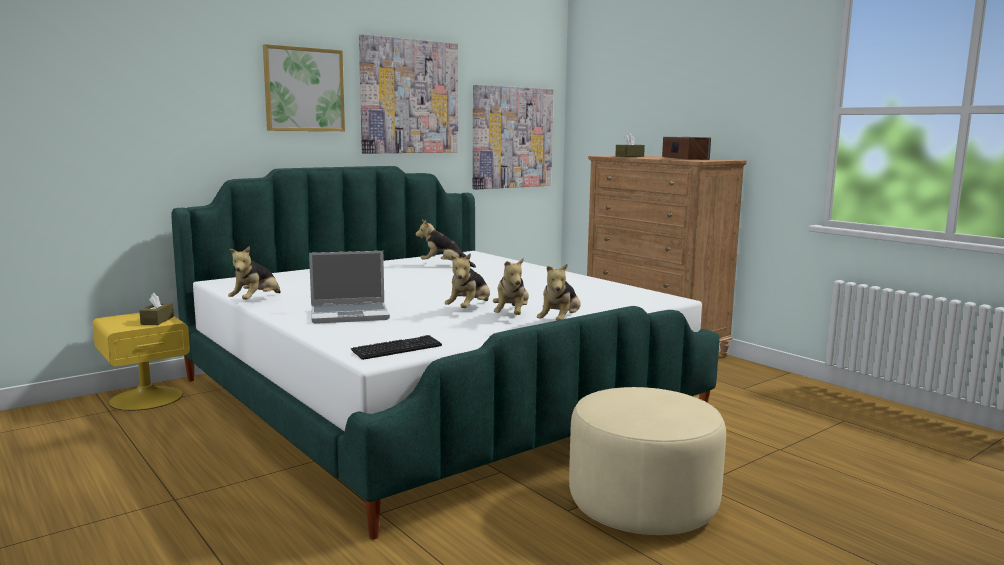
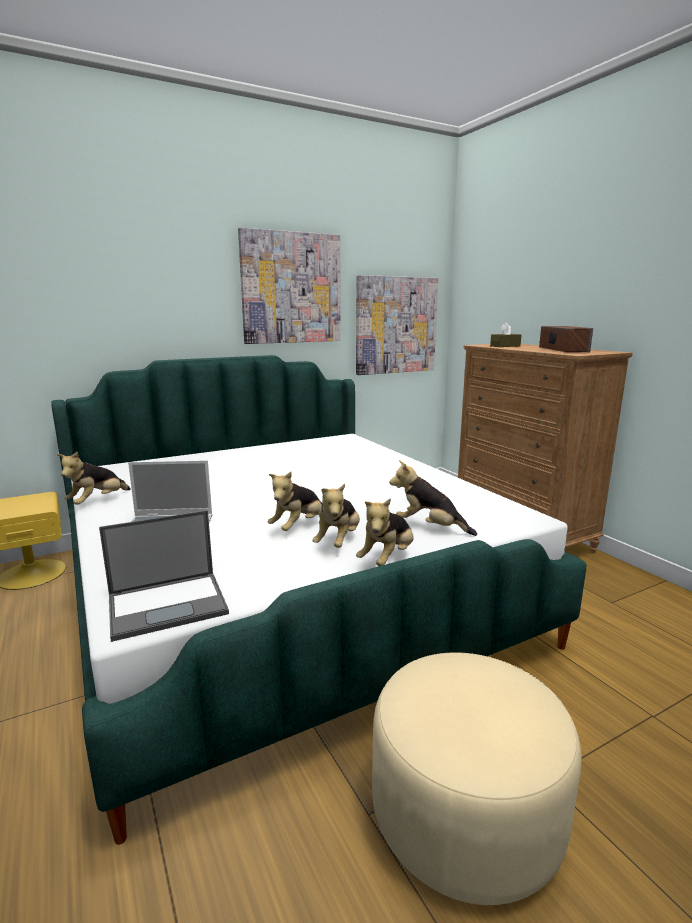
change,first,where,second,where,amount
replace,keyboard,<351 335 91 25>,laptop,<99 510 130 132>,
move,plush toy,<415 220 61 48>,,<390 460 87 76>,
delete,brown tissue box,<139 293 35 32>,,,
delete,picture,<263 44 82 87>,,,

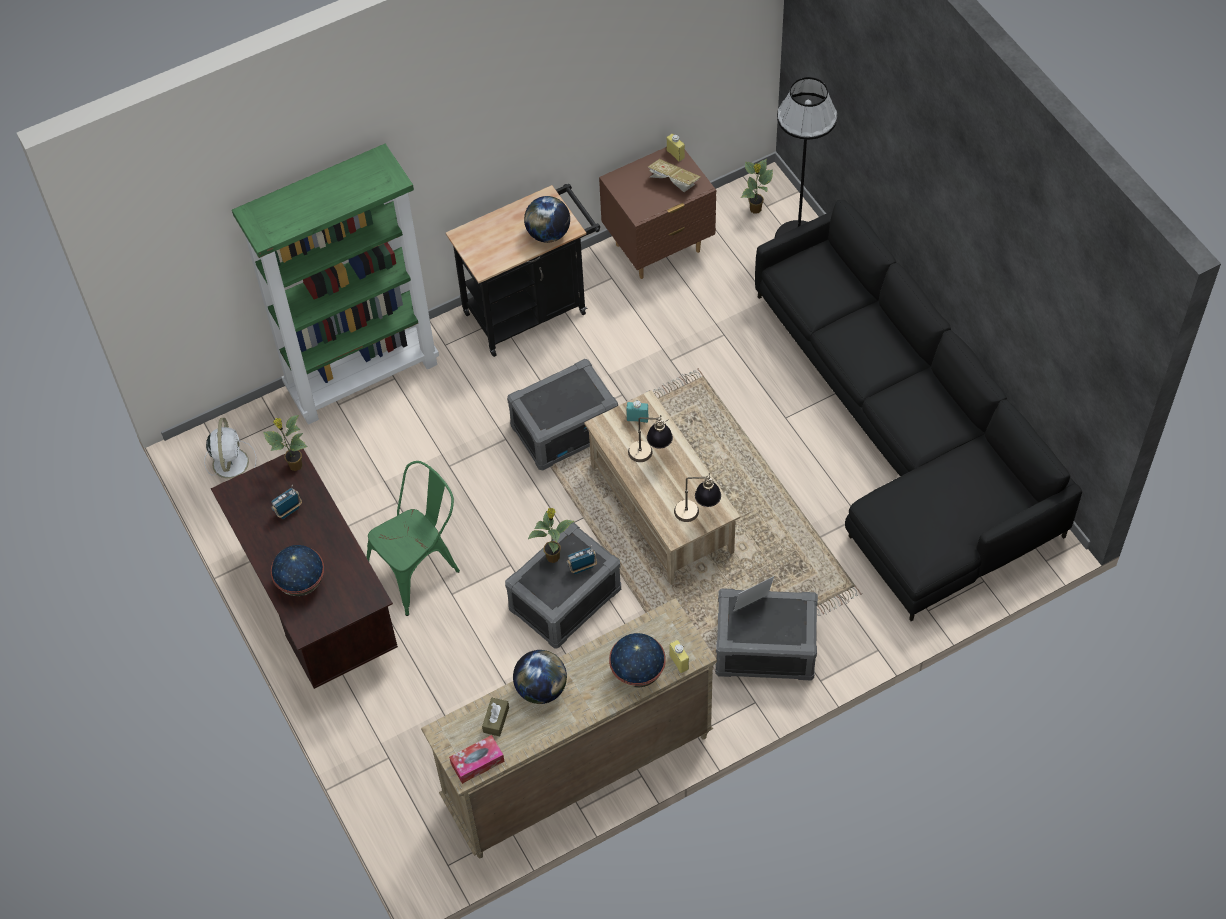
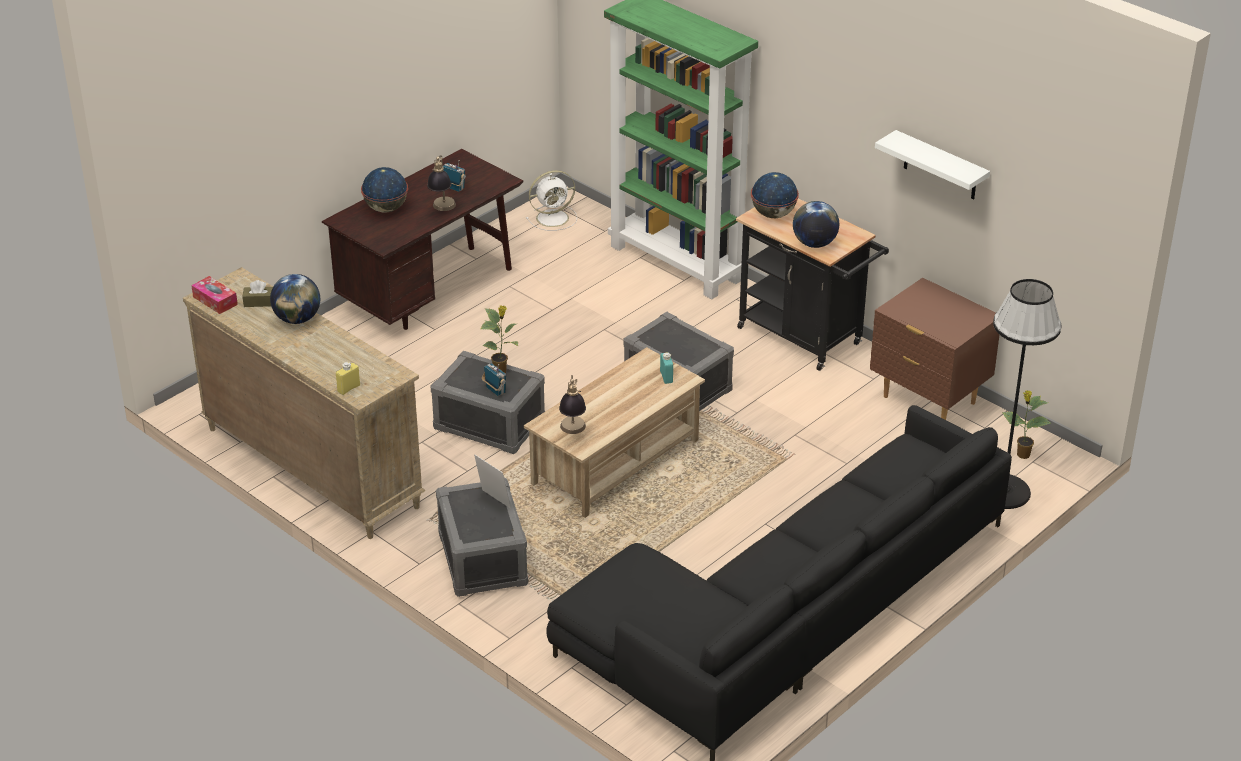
change,first,where,second,where,amount
move,table lamp,<628 415 45 47>,,<427 155 29 56>,
move,globe,<609 633 57 54>,,<751 172 48 46>,
insert,,,white shelf,<875 130 115 70>,
delete,potted plant,<263 415 45 56>,,,
delete,green chair,<367 461 93 155>,,,
delete,book,<648 159 53 33>,,,
delete,yellow bottle,<667 133 18 29>,,,

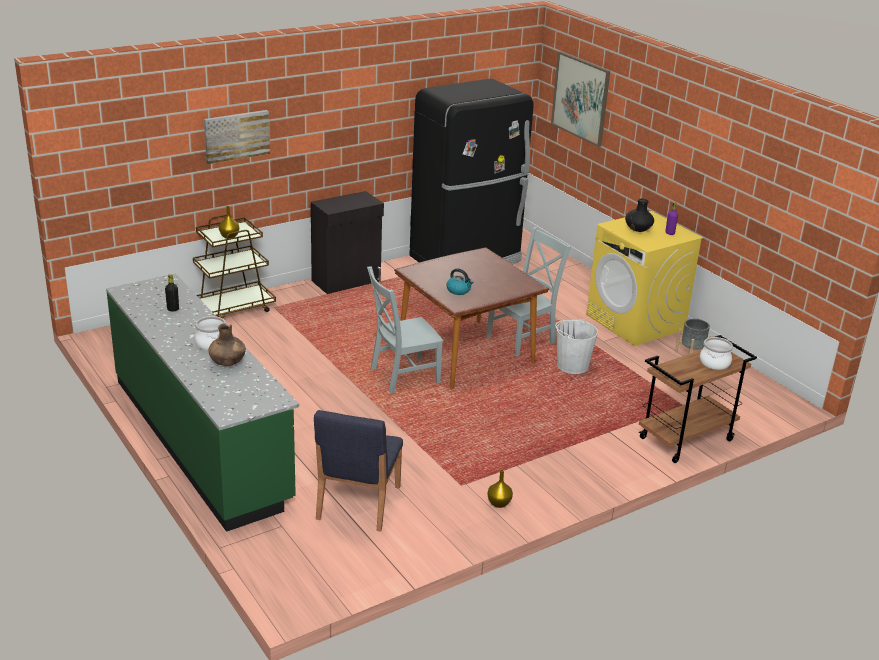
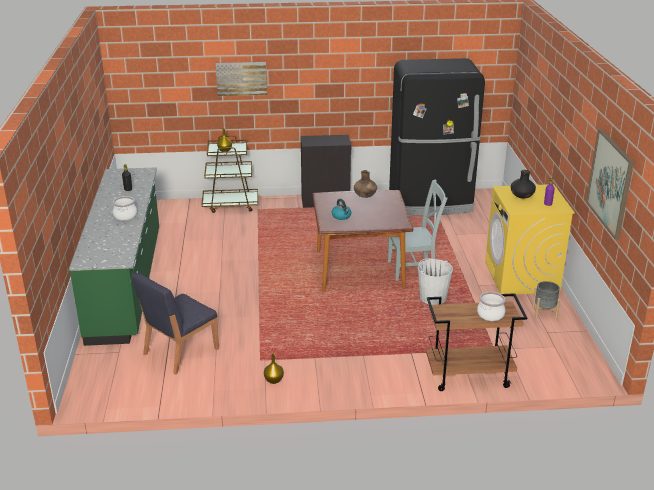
change,first,where,second,where,amount
move,brown vase,<209 323 37 43>,,<354 170 23 28>,
move,picture,<551 51 59 96>,,<586 129 48 111>,
delete,grey chair,<367 267 76 126>,,,

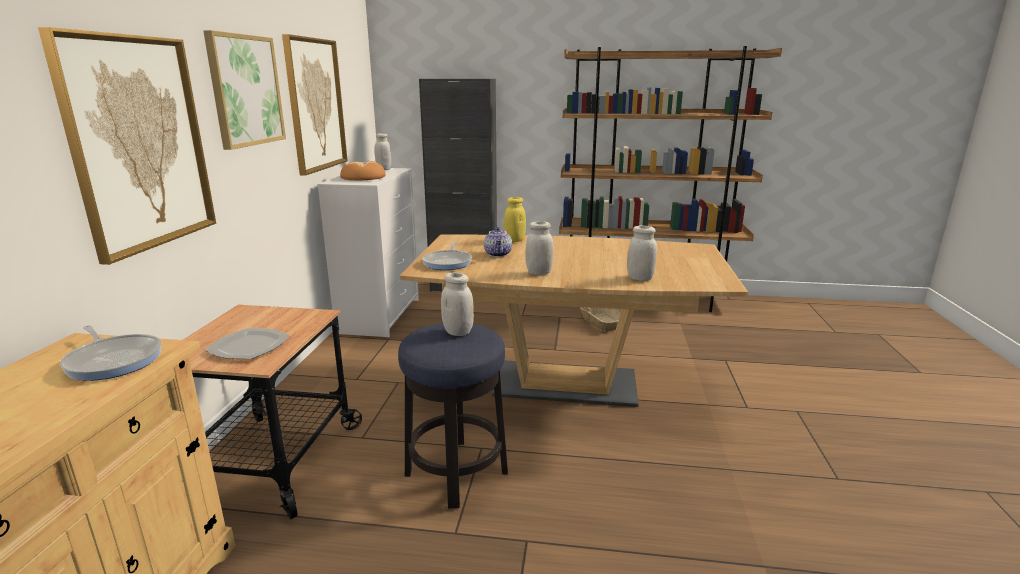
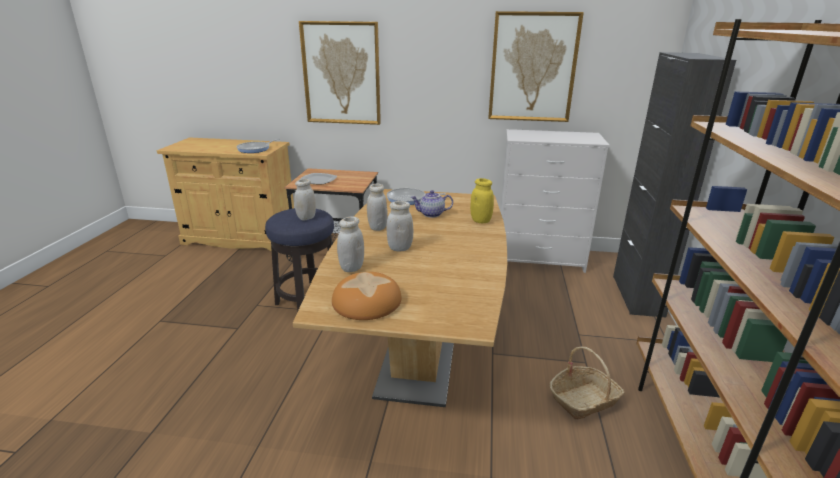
change,first,where,second,where,amount
move,bread,<340 161 46 19>,,<332 272 69 48>,
move,white jar,<374 133 17 37>,,<386 201 27 50>,
delete,picture,<203 30 83 120>,,,

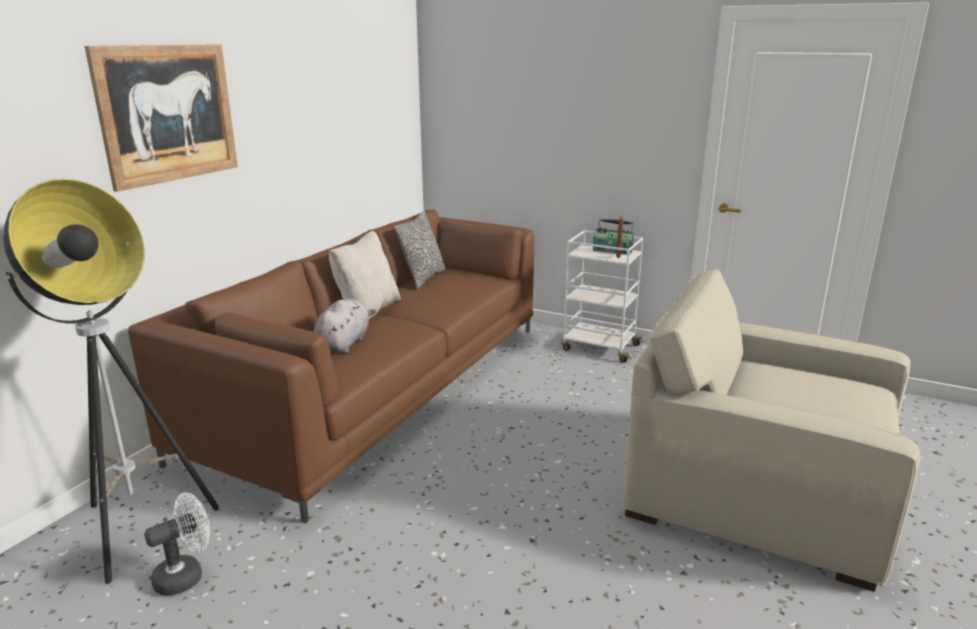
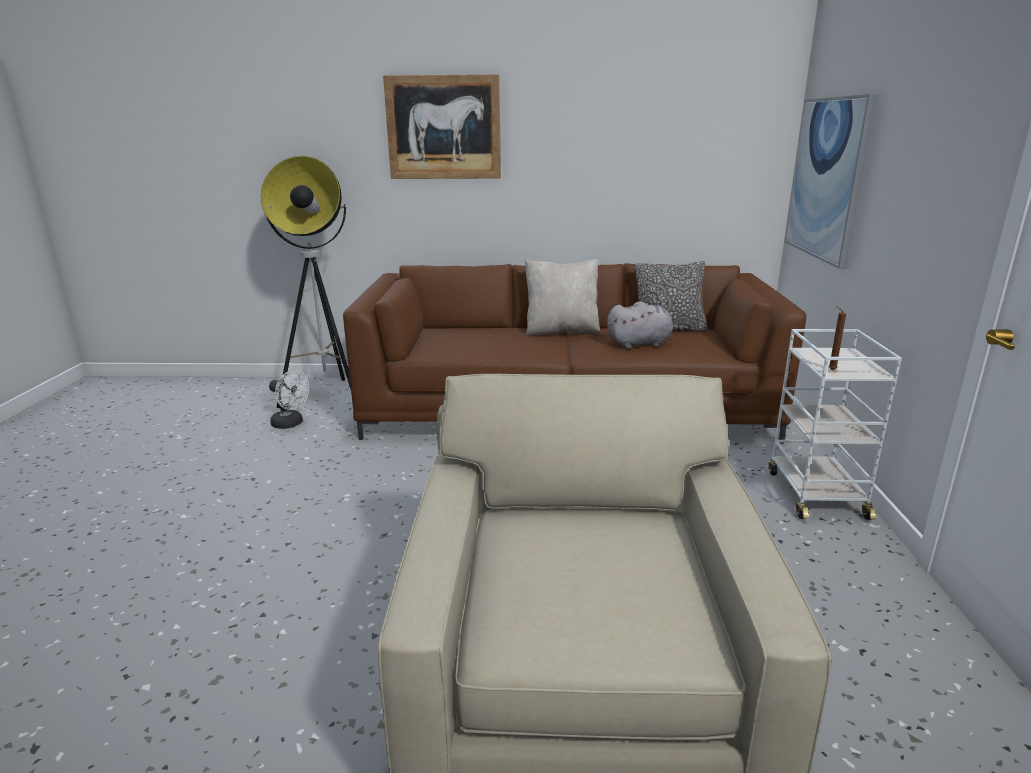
change,first,where,second,where,amount
move,grey plush toy,<314 298 62 55>,,<607 301 81 48>,
insert,,,picture,<785 94 92 175>,
delete,radio,<593 219 41 36>,,,

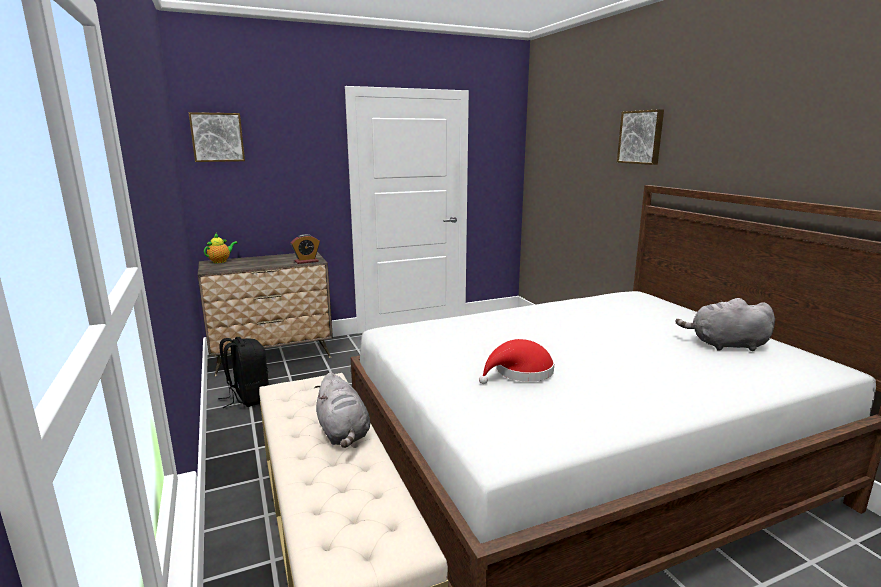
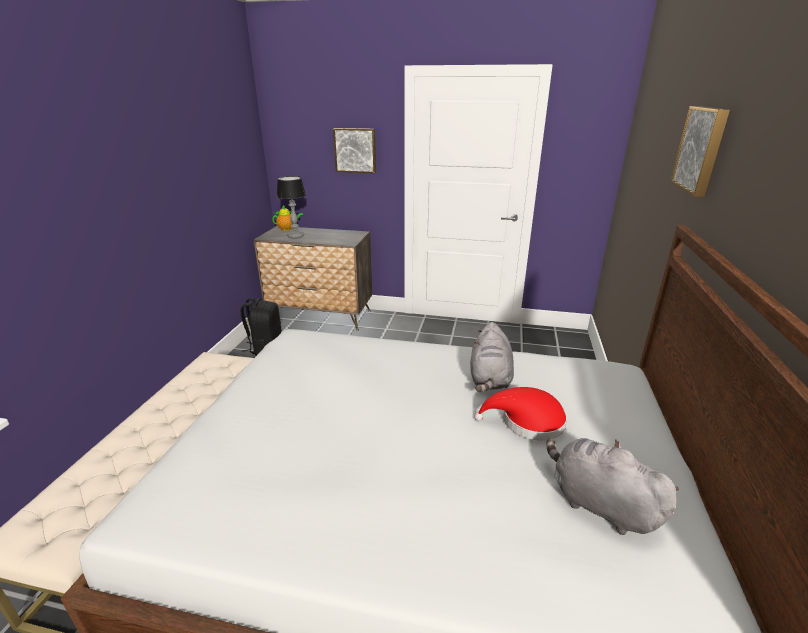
change,first,where,second,where,amount
insert,,,table lamp,<277 176 29 63>,
move,picture,<188 112 57 50>,,<333 128 43 45>,
move,grey plush toy,<314 372 56 76>,,<470 322 44 70>,
move,red hat,<479 339 75 45>,,<474 387 93 54>,
delete,alarm clock,<290 234 30 30>,,,

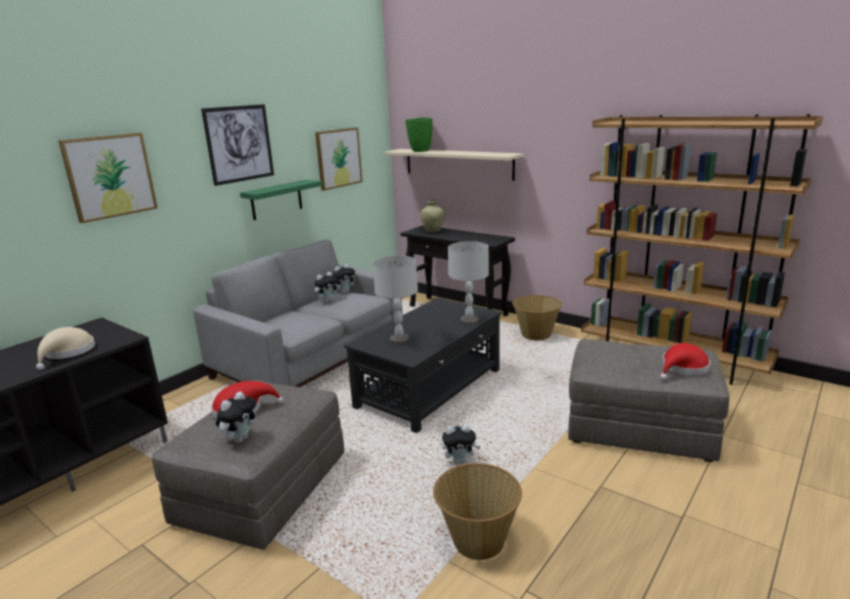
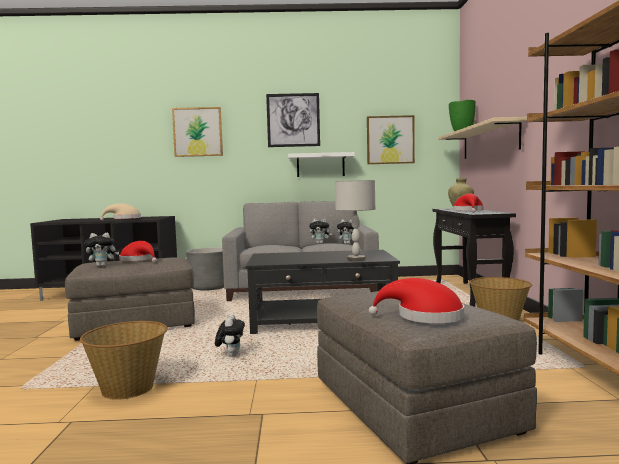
change,first,where,second,where,amount
insert,,,grey planter,<186 247 38 44>,
rotate,plush toy,<442 425 38 39>,,<215 314 30 43>,135 degrees counterclockwise
recolor,green shelf,<240 180 82 40>,white shelf,<288 152 67 25>,
insert,,,red hat,<453 193 30 20>,
delete,grey table lamp,<373 255 45 90>,,,

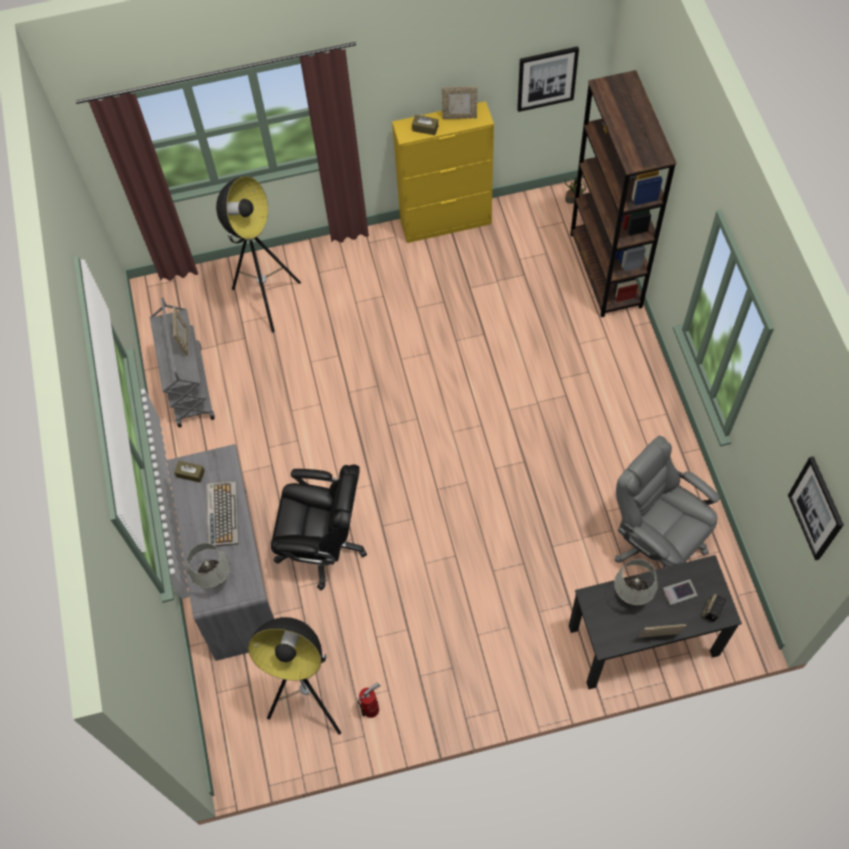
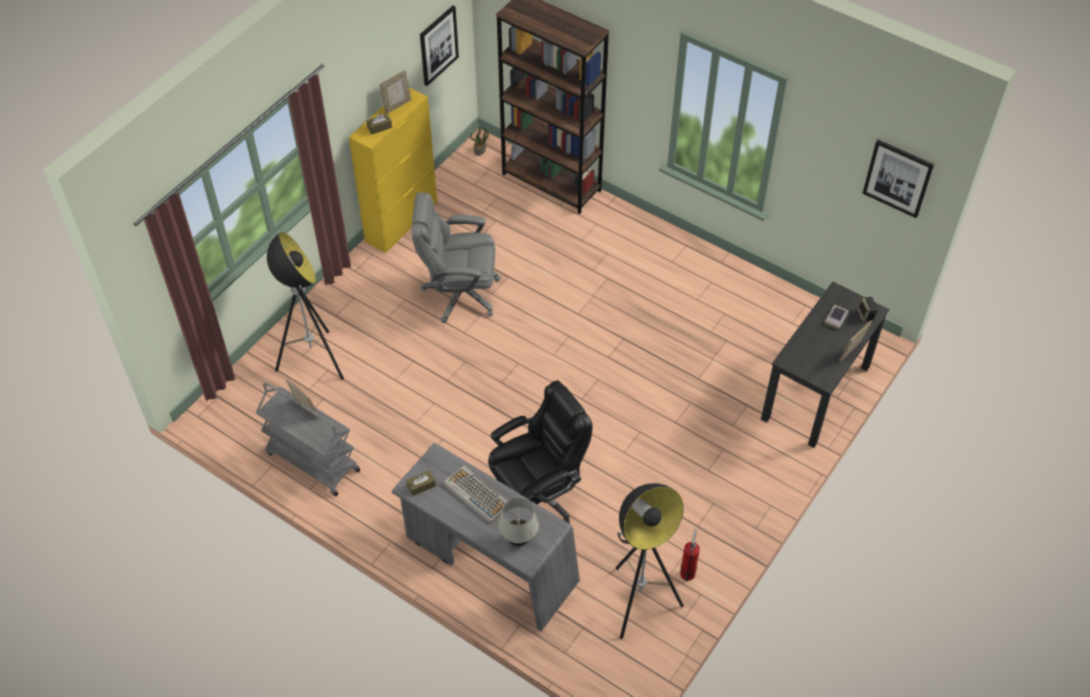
change,first,where,second,where,amount
move,grey office chair,<614 435 106 133>,,<411 192 90 131>,
delete,white table lamp,<614 559 44 46>,,,

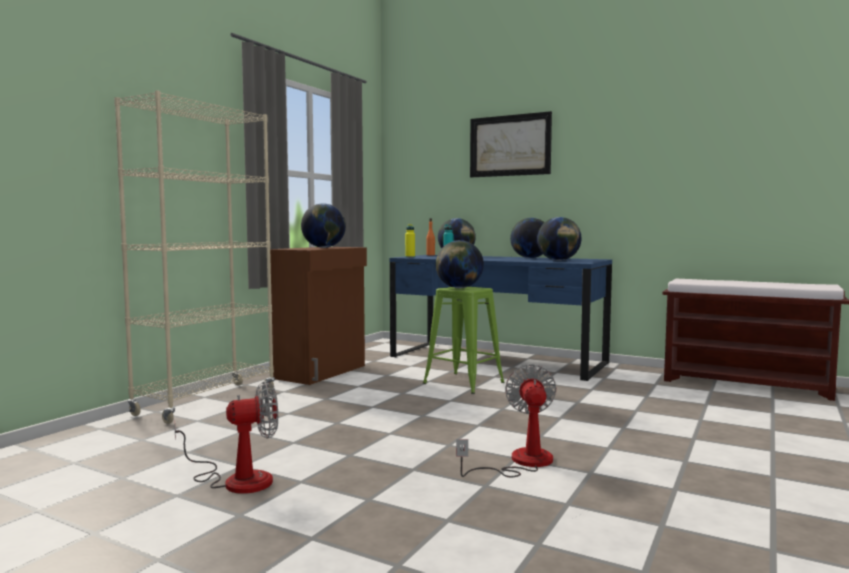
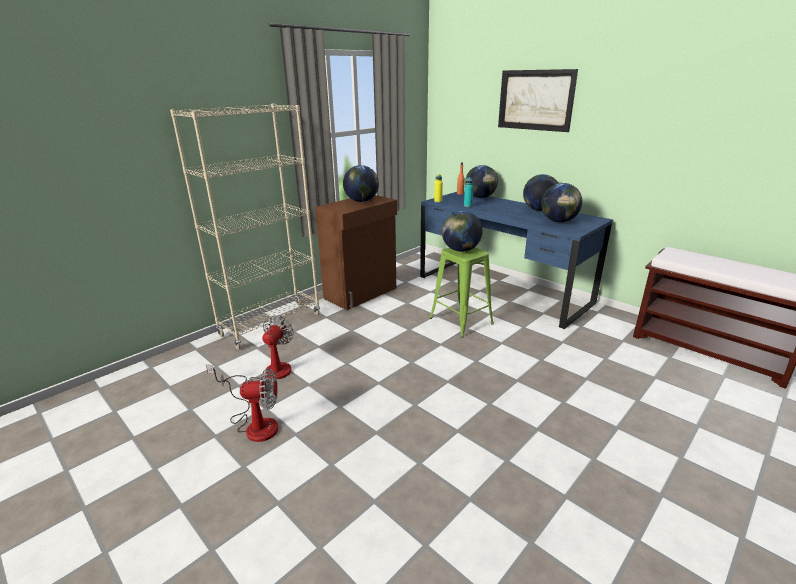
change,first,where,second,where,amount
move,fan,<456 364 100 113>,,<206 315 88 68>,

